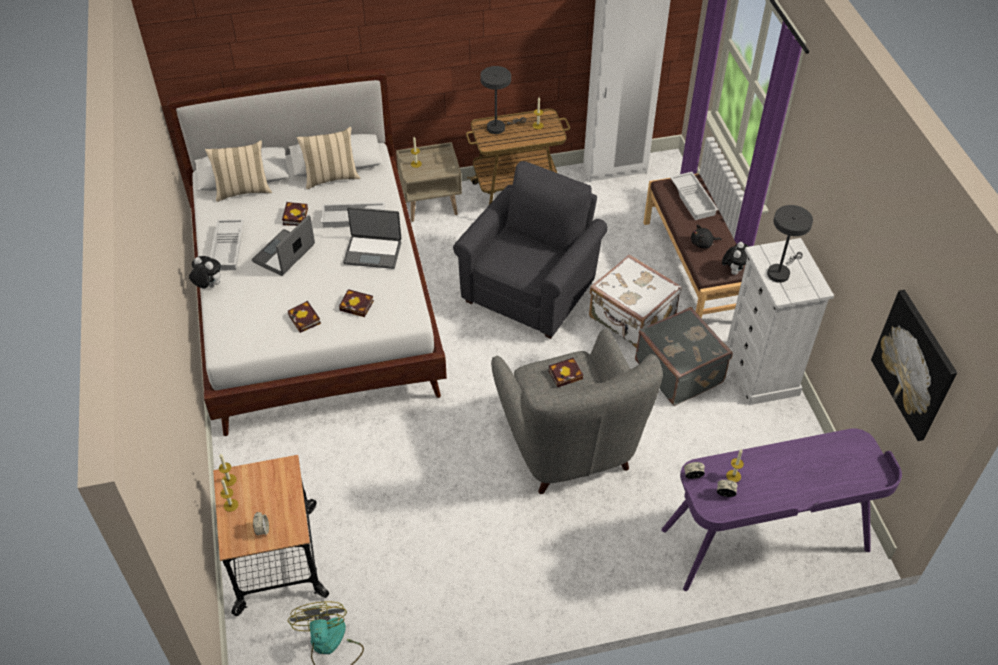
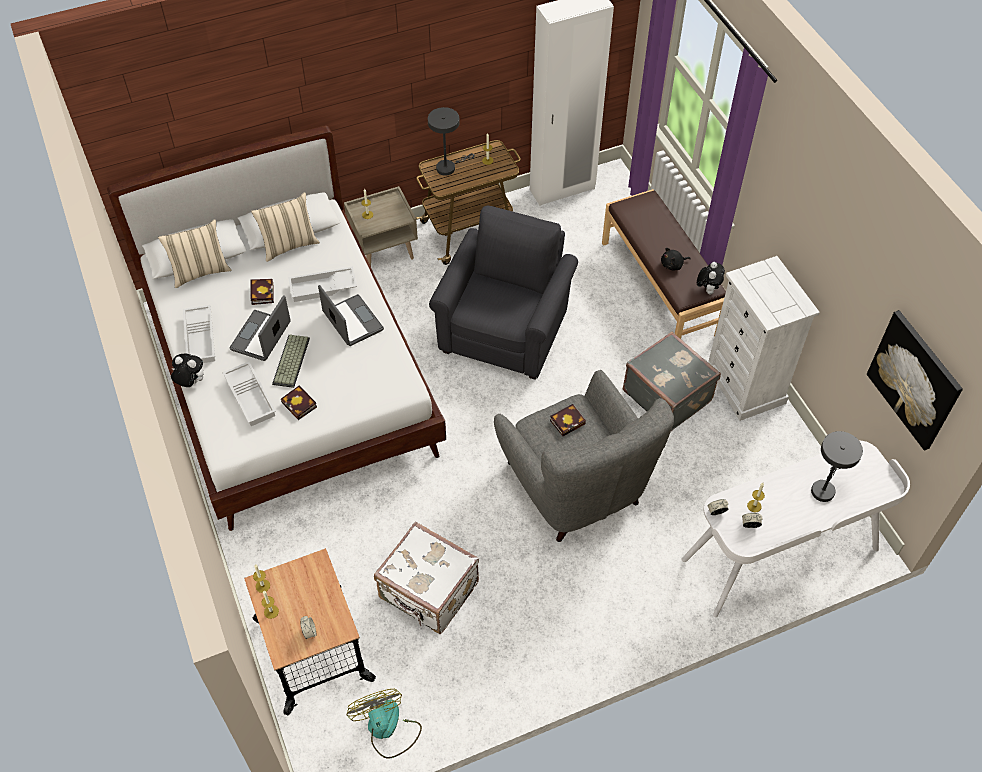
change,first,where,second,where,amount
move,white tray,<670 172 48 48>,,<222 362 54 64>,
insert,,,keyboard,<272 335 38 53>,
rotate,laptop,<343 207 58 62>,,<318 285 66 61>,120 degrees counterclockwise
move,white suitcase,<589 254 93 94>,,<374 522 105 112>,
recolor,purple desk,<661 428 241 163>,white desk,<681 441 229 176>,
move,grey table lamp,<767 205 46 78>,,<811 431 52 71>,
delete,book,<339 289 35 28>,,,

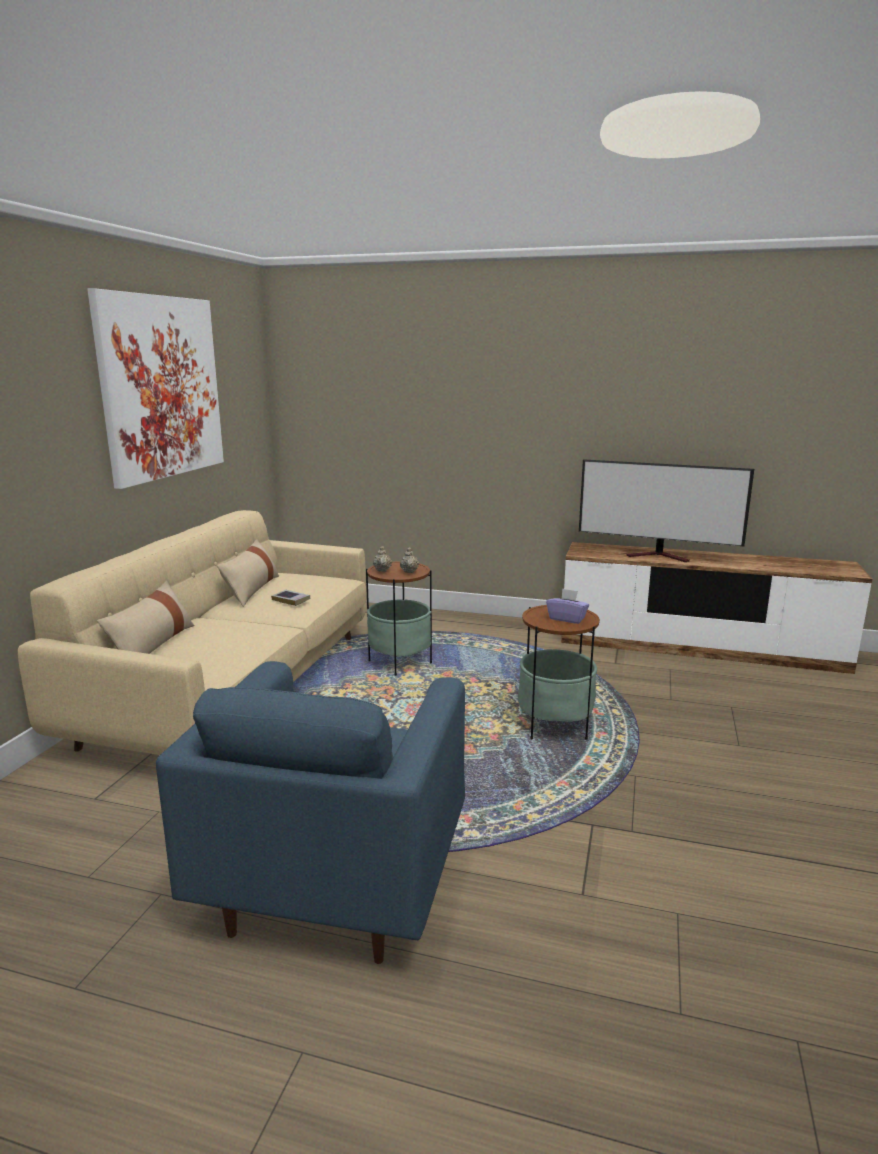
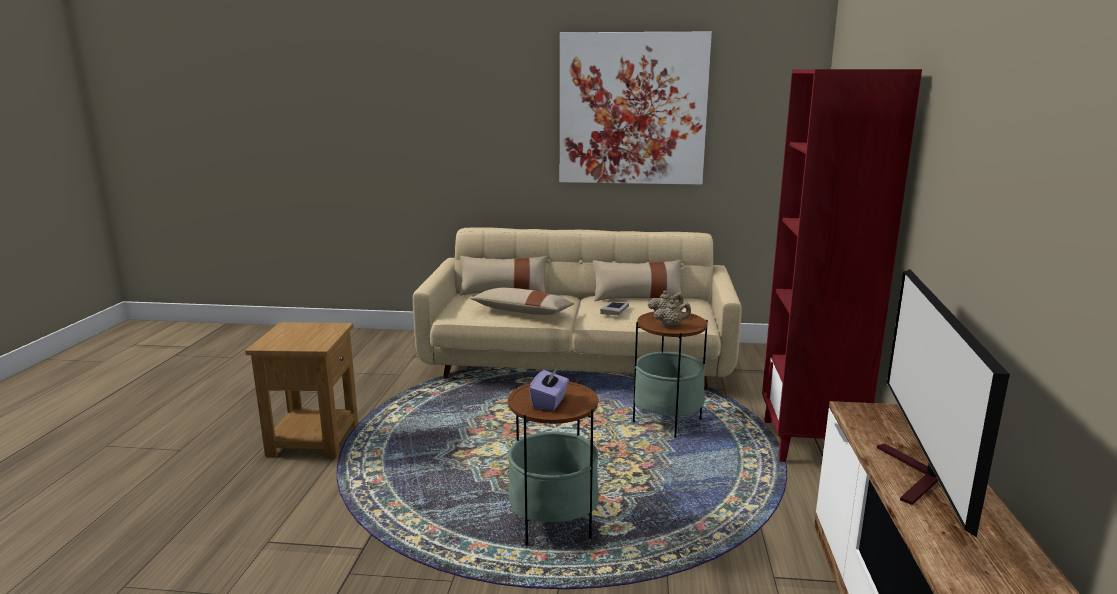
change,first,where,second,where,amount
replace,blue armchair,<156 661 309 303>,brown side table,<245 322 113 136>,
insert,,,beige pillow,<470 288 105 27>,
insert,,,red bookcase,<762 69 160 393>,

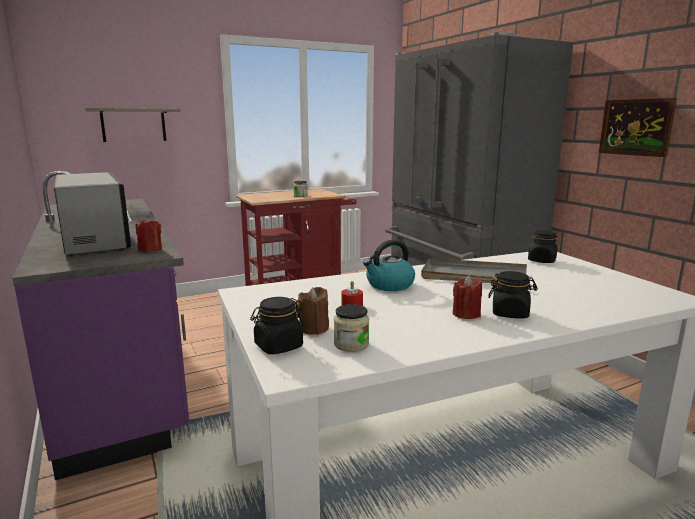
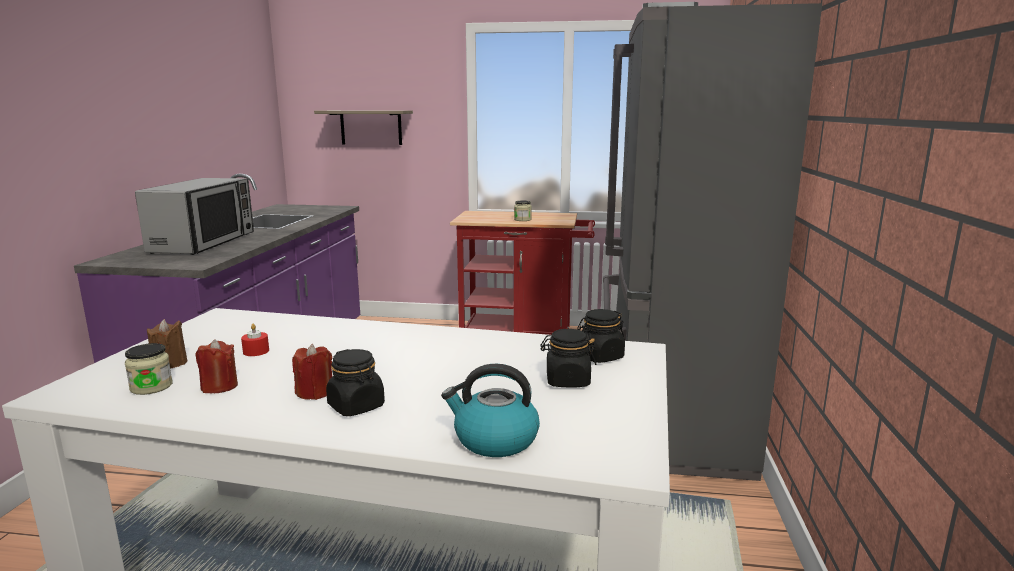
change,first,where,second,where,amount
move,red candle,<136 217 26 35>,,<195 339 43 54>,
move,kettle,<363 240 52 51>,,<441 364 99 93>,
move,black jar,<250 297 53 58>,,<540 329 56 59>,
delete,grey tray,<421 258 106 25>,,,
delete,picture,<599 98 78 59>,,,

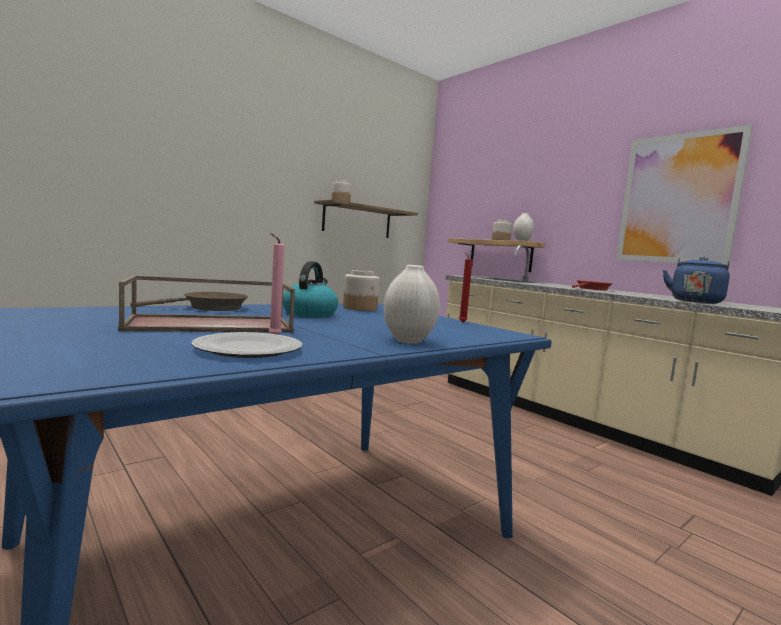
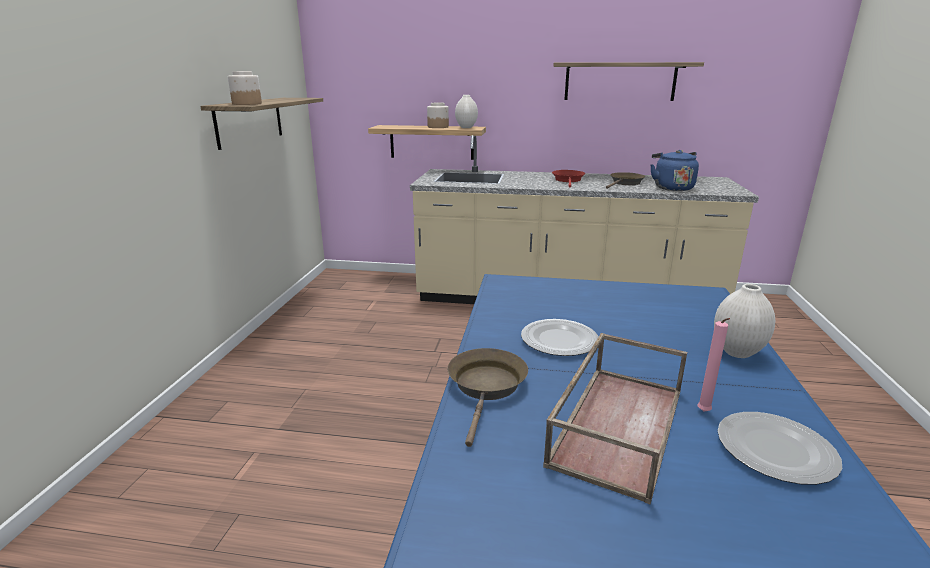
change,first,where,second,where,amount
replace,kettle,<283 261 55 56>,plate,<521 319 78 37>,
replace,picture,<616 124 137 142>,shelf,<553 62 151 39>,
insert,,,brown frying pan,<606 172 39 17>,
delete,jar,<343 270 37 41>,,,
delete,red candle,<459 252 13 70>,,,

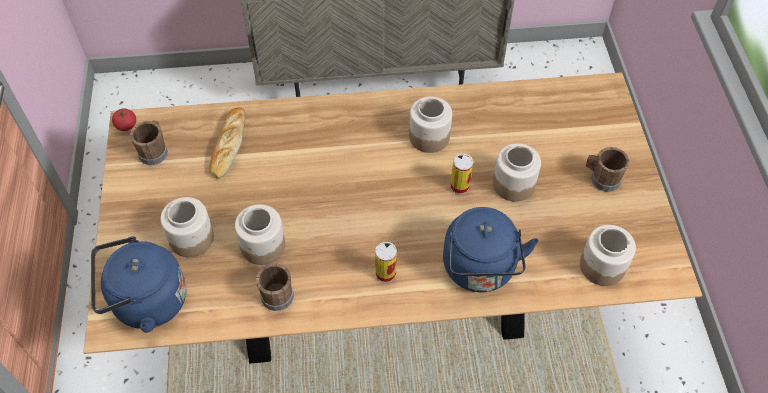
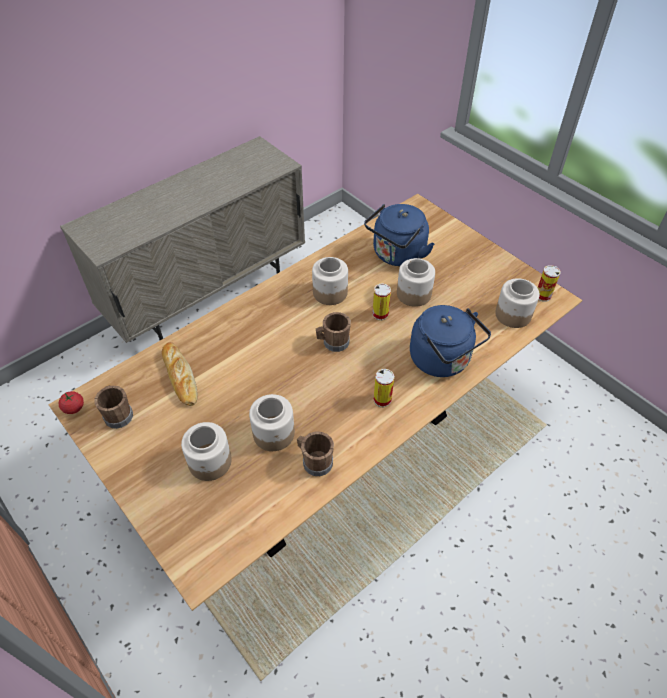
change,first,where,second,where,amount
move,brown mug,<586 147 44 45>,,<316 312 35 40>,
move,blue kettle,<91 236 95 97>,,<364 204 70 62>,
insert,,,can,<537 265 24 37>,

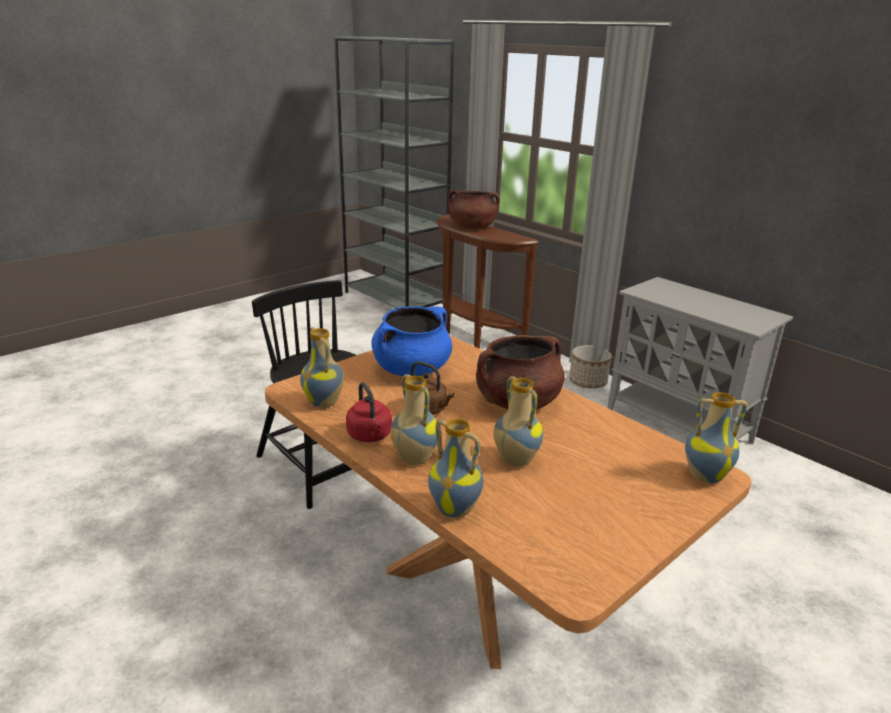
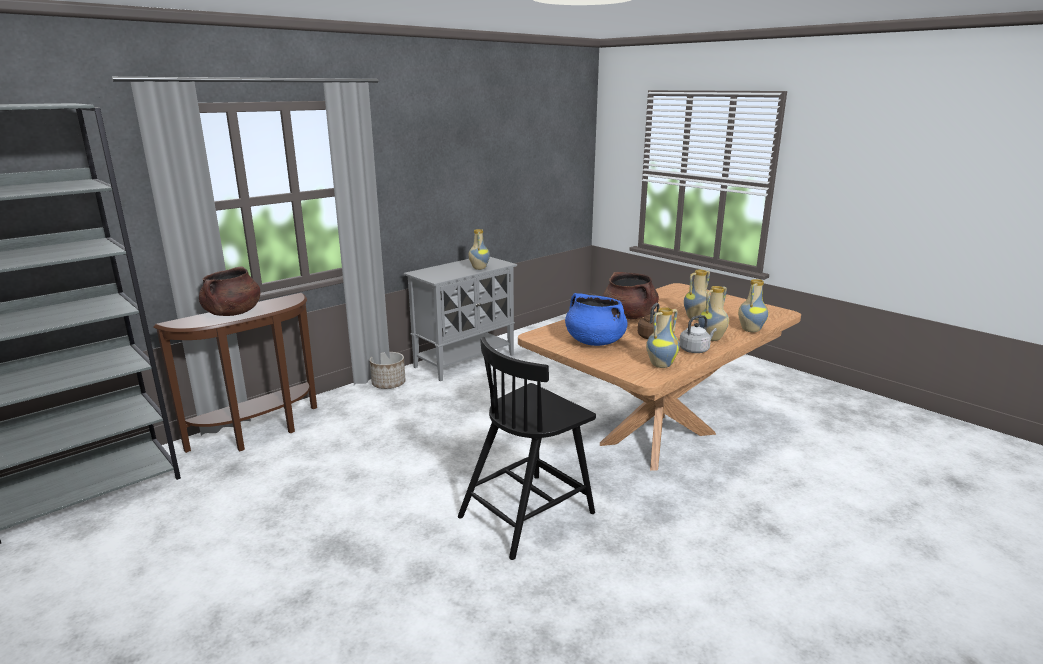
change,first,where,second,where,amount
move,vase,<685 392 63 92>,,<468 229 22 41>,
recolor,red kettle,<346 382 46 60>,grey kettle,<679 315 38 38>,

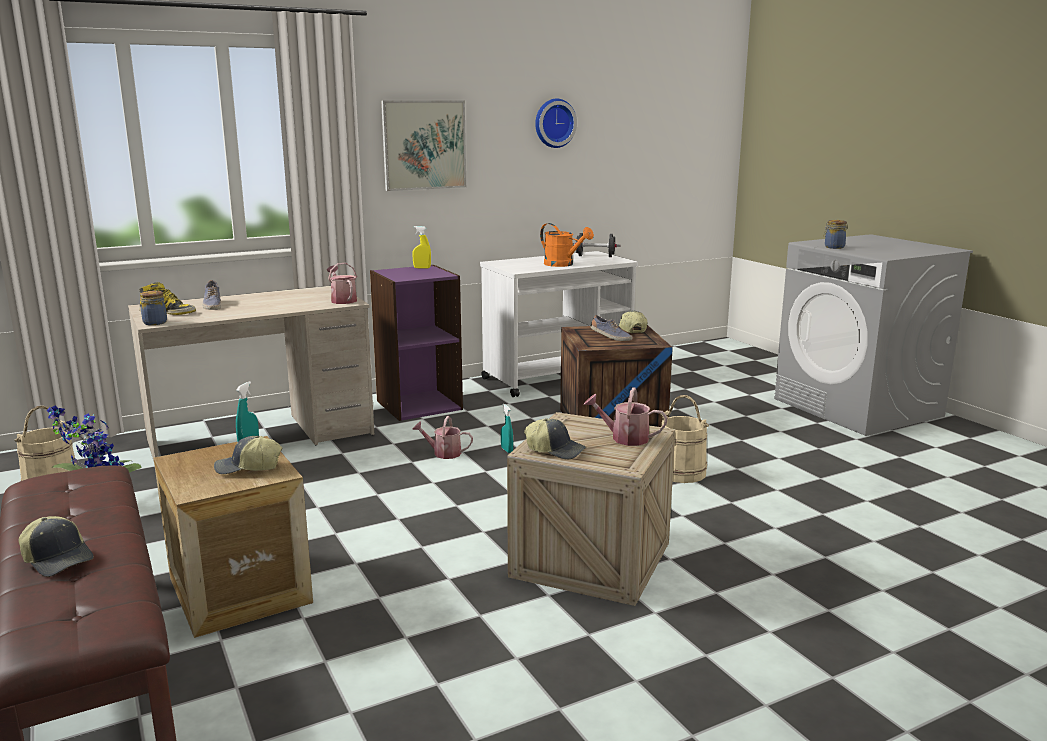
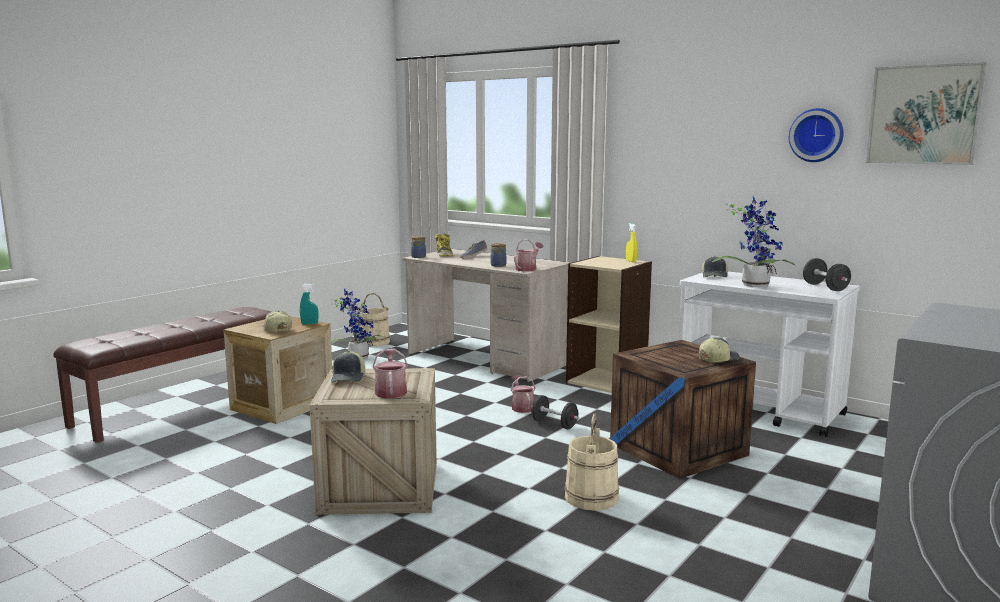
change,first,where,second,where,amount
move,jar,<823 220 24 29>,,<490 243 17 24>,
replace,turquoise spray bottle,<501 404 12 49>,black dumbbell,<531 395 48 34>,
recolor,purple bookcase,<370 265 93 156>,beige bookcase,<566 256 86 137>,
move,cap,<19 516 75 61>,,<702 256 26 22>,
replace,orange watering can,<540 223 54 44>,potted plant,<712 195 83 92>,
move,picture,<381 100 85 91>,,<866 62 120 103>,
delete,shoe,<590 315 42 26>,,,

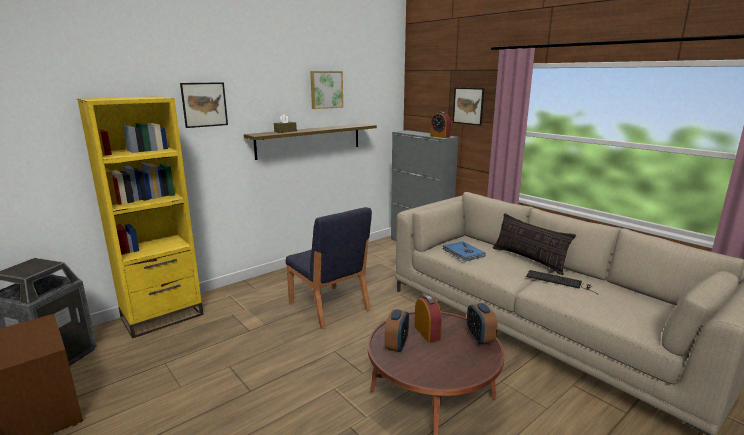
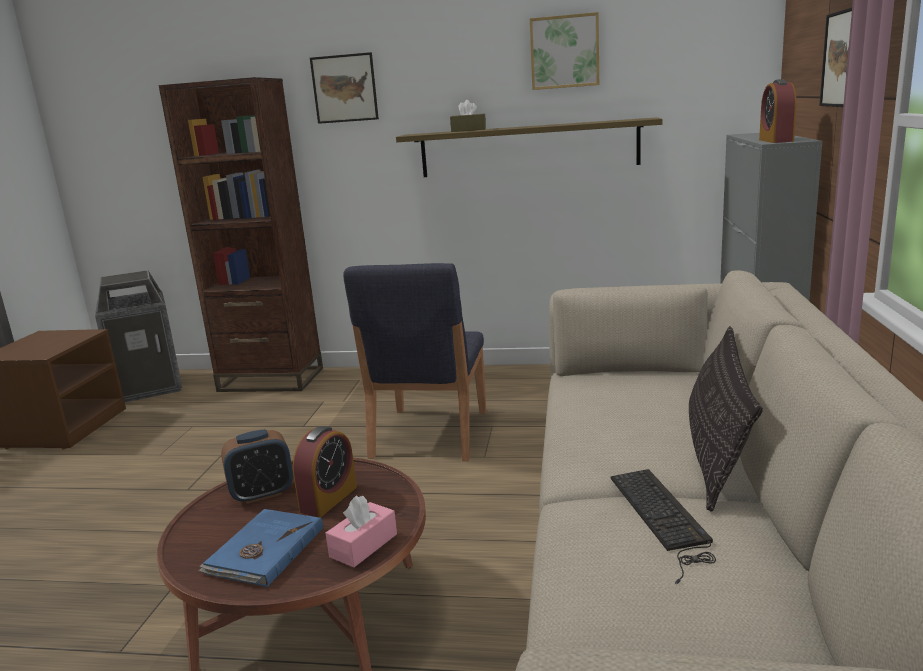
change,first,where,second,where,amount
recolor,yellow bookcase,<77 96 127 243>,brown bookcase,<159 77 164 315>,
move,blue book,<443 241 43 20>,,<198 509 125 78>,
replace,alarm clock,<467 303 30 42>,pink tissue box,<326 495 71 72>,

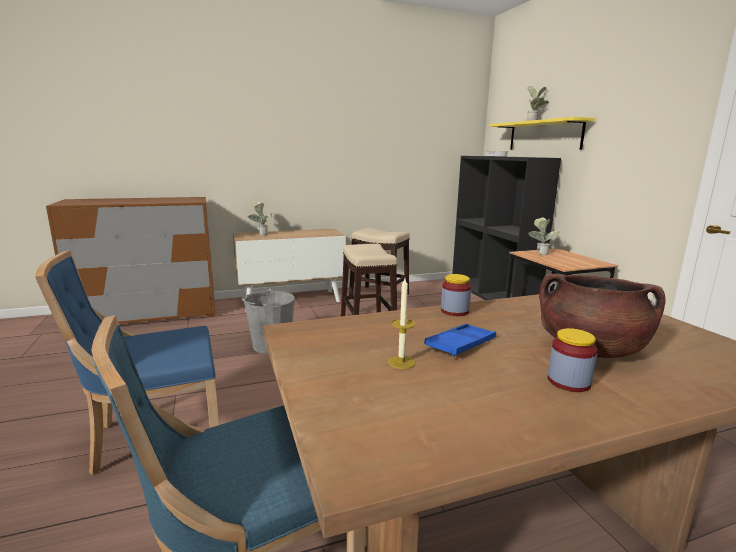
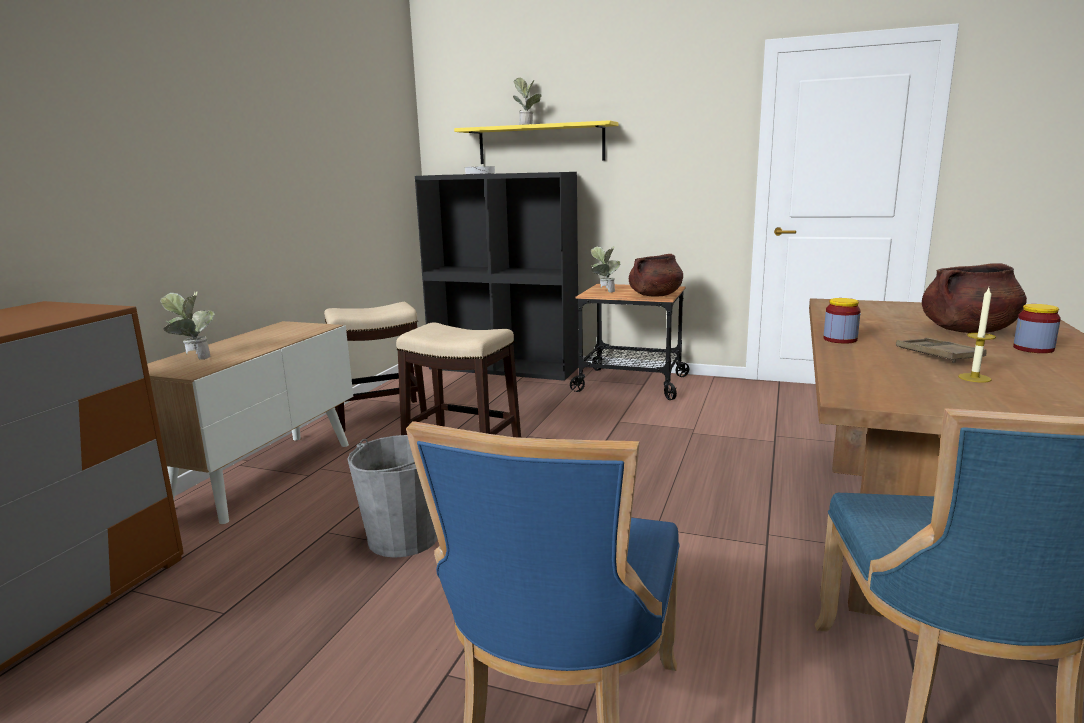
change,first,where,second,where,amount
insert,,,brown cooking pot,<629 254 54 43>,
recolor,blue tray,<424 324 72 33>,brown tray,<896 338 91 24>,

